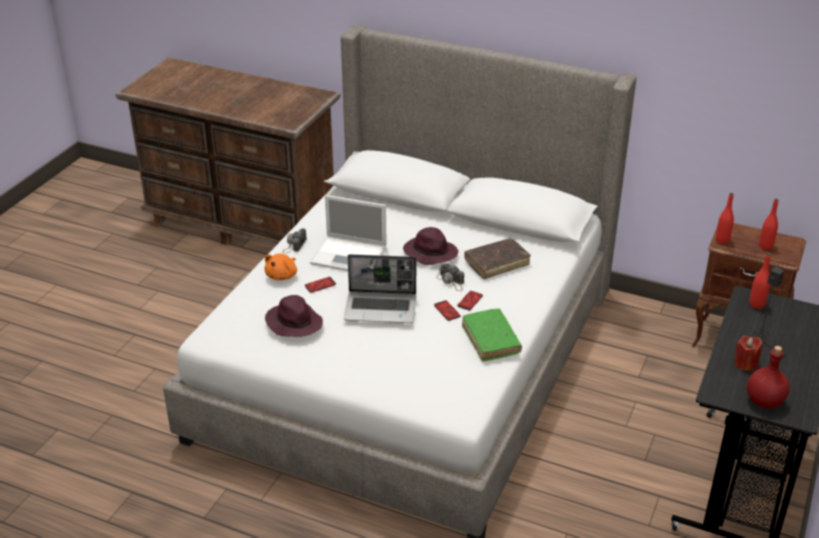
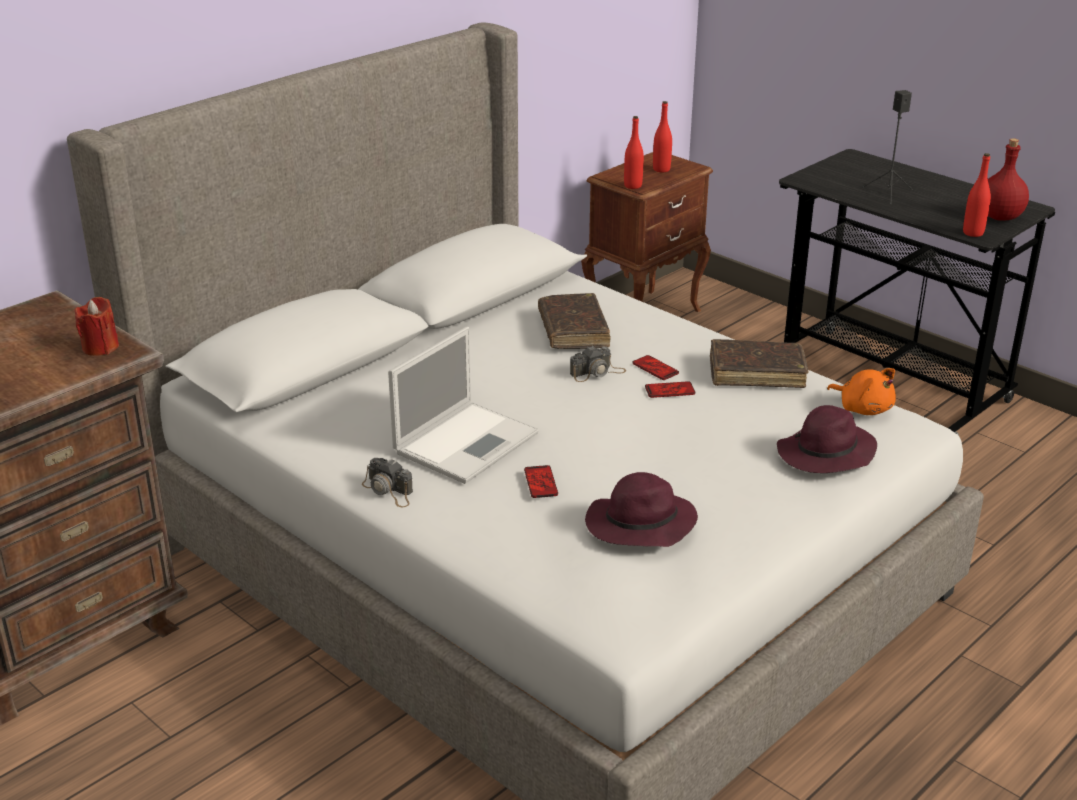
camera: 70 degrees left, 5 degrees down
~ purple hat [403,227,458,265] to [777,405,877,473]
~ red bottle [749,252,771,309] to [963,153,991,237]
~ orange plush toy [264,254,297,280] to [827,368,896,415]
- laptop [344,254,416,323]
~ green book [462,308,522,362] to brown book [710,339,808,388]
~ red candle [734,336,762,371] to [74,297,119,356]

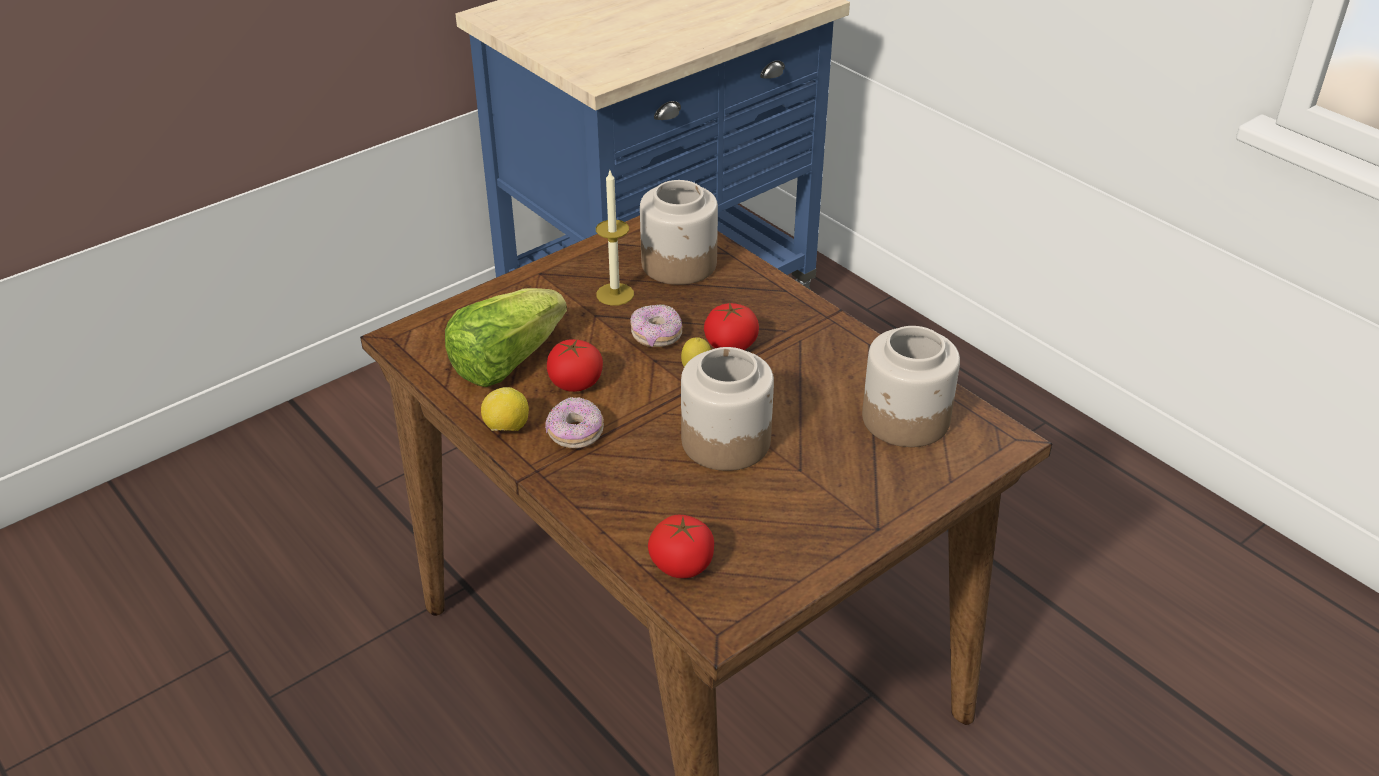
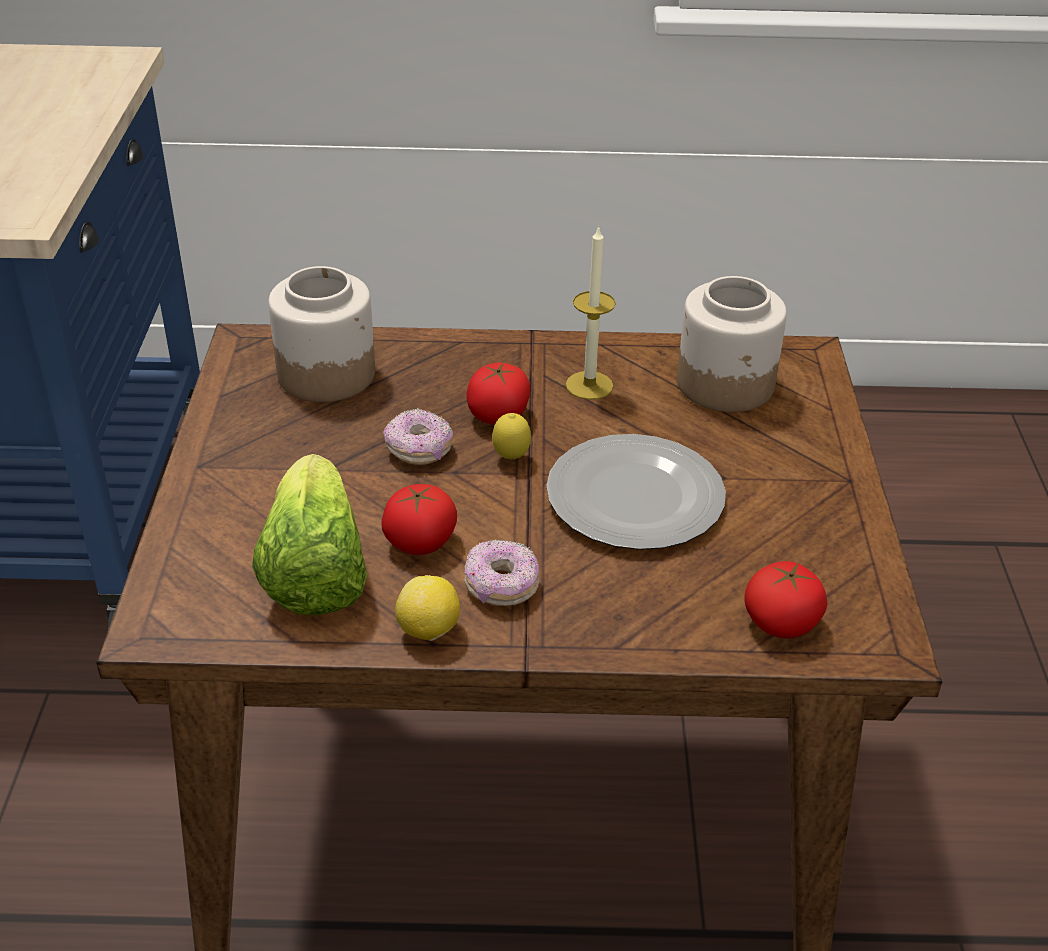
camera: 50 degrees left, 0 degrees up
~ candle [596,171,634,306] to [566,225,616,400]
~ jar [681,347,774,471] to plate [546,434,726,550]

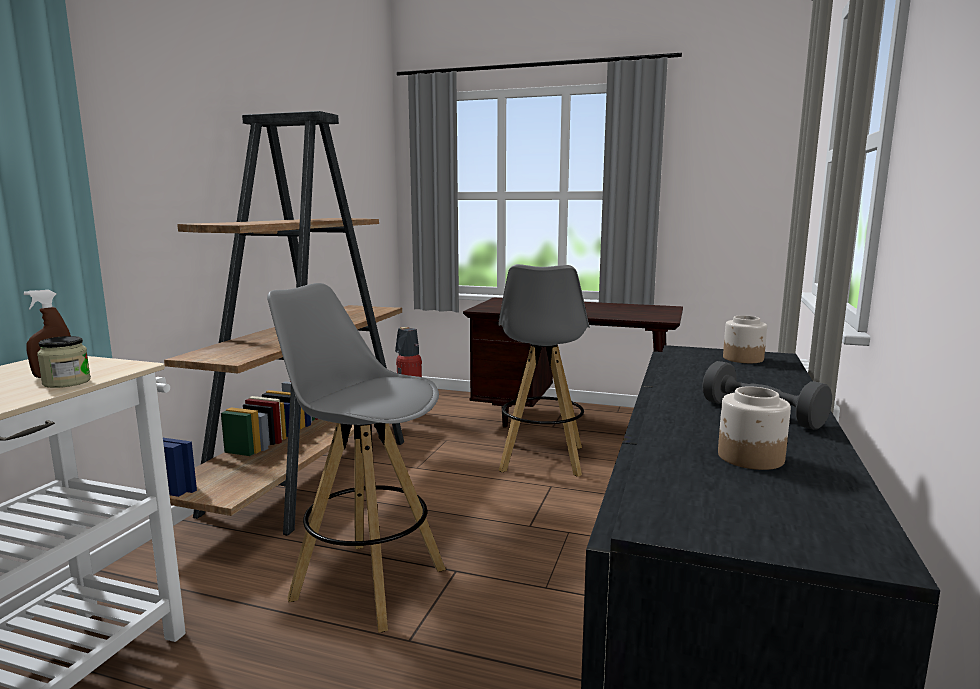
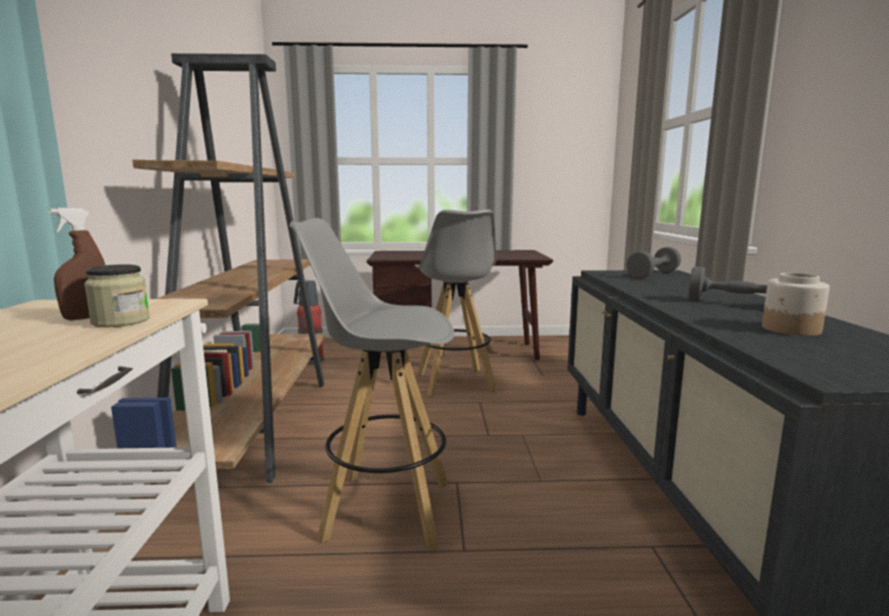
camera: 20 degrees left, 0 degrees up
~ jar [723,315,767,363] to grey dumbbell [626,247,681,278]

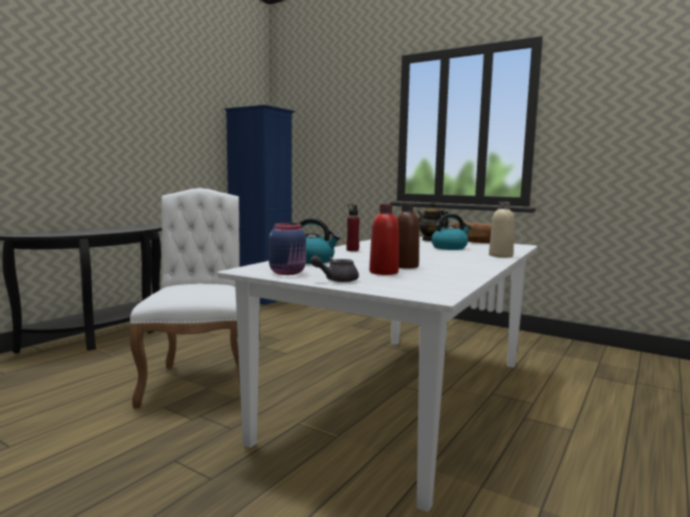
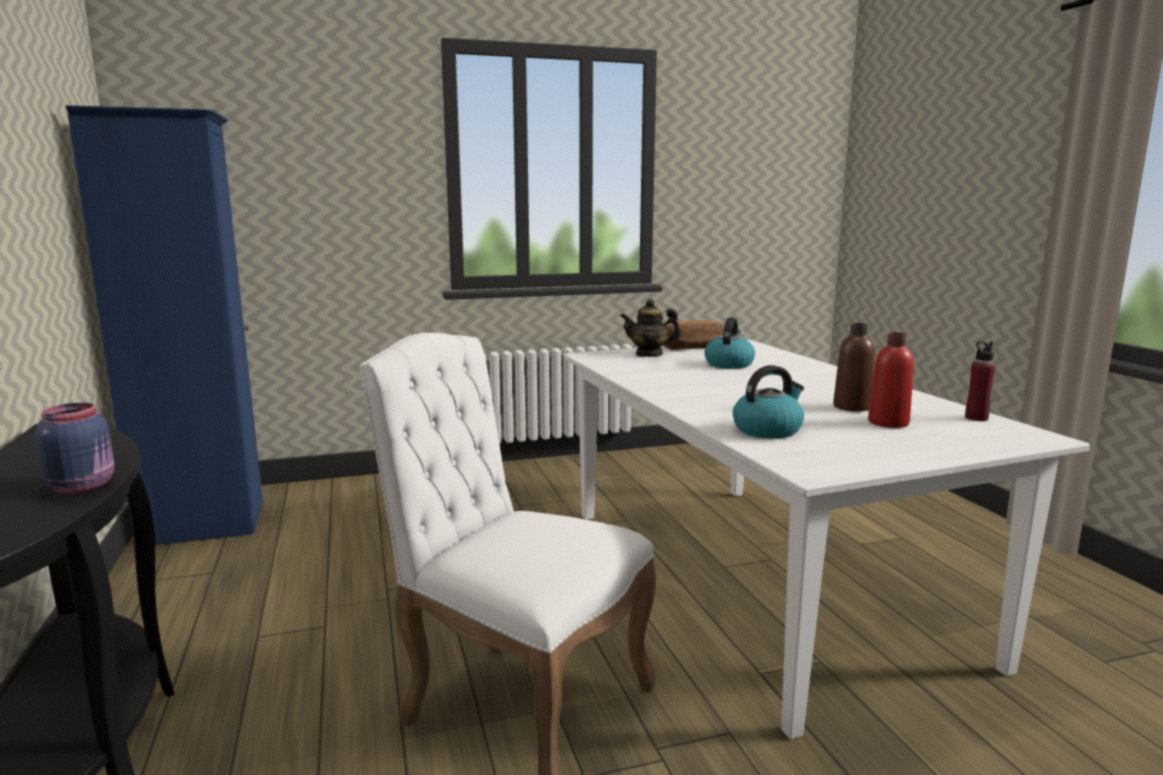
camera: 50 degrees left, 5 degrees up
- beige bottle [489,202,514,258]
~ red bottle [347,204,360,251] to [965,341,995,421]
~ blue jar [269,223,306,275] to [35,403,114,494]
- grey teapot [310,255,359,282]

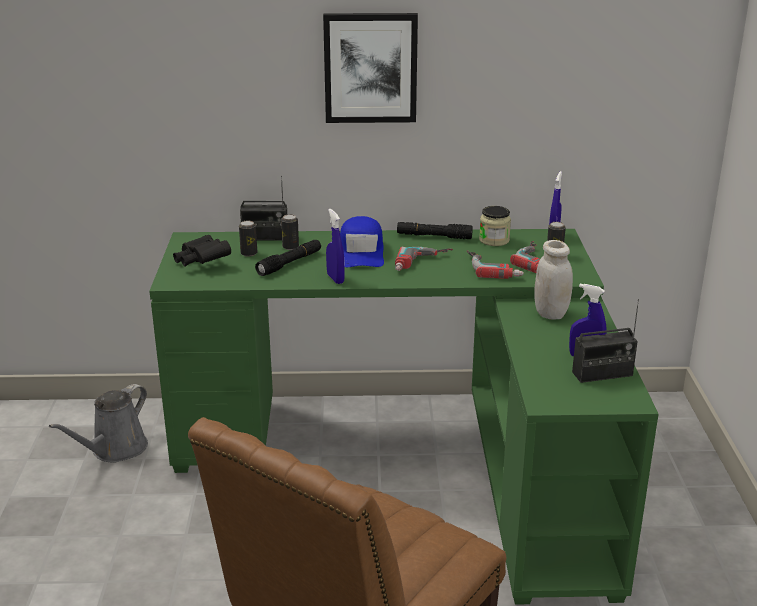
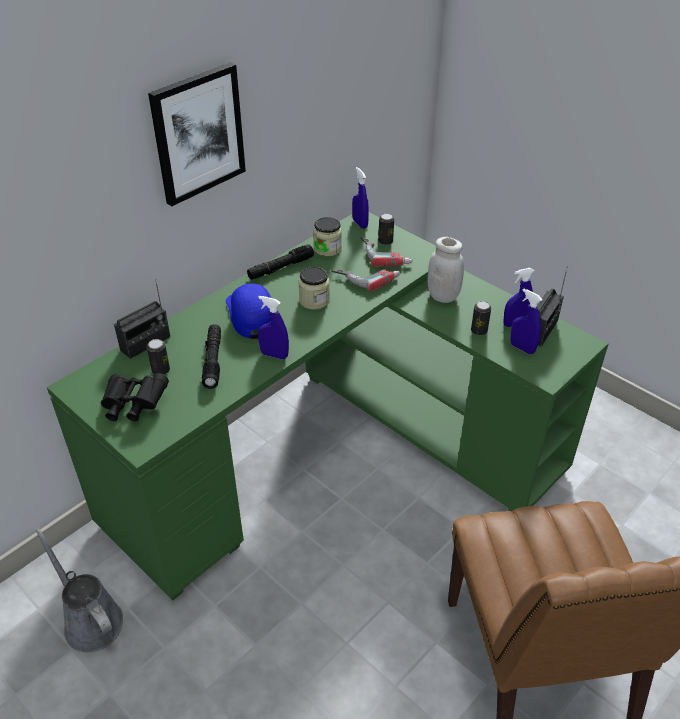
camera: 45 degrees left, 15 degrees up
~ can [281,214,299,250] to [471,301,491,335]
~ blue cap [340,216,384,267] = [226,284,271,339] 150 degrees counterclockwise
~ power drill [395,247,453,271] to jar [298,267,330,310]
~ grey watering can [49,384,148,463] = [36,528,123,652] 150 degrees clockwise
+ blue spray bottle [510,289,543,354]

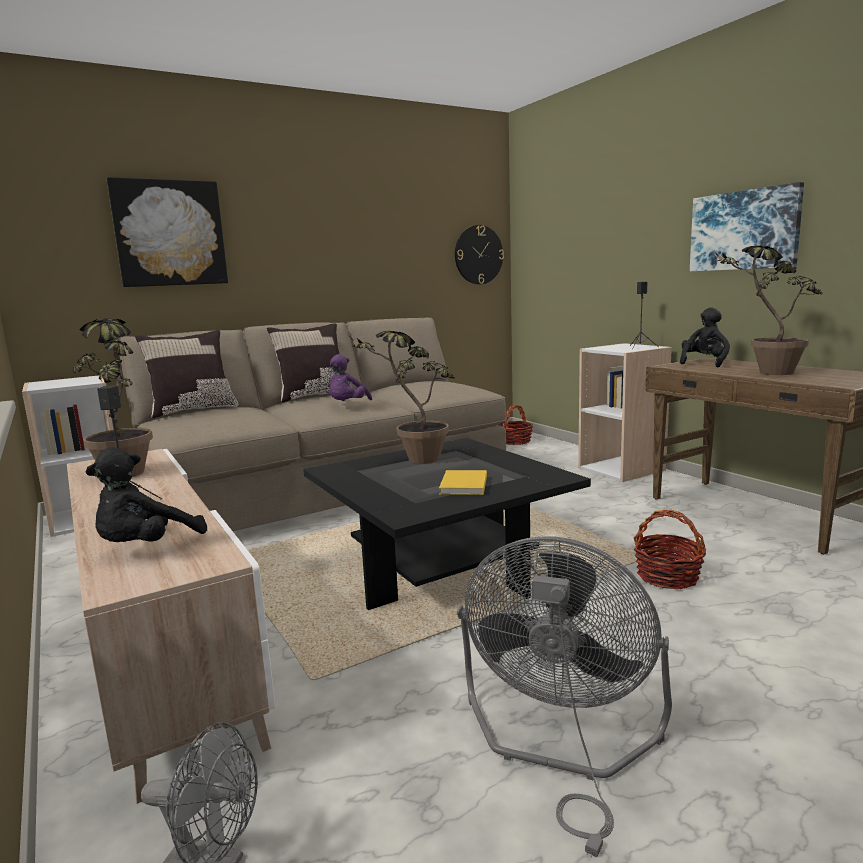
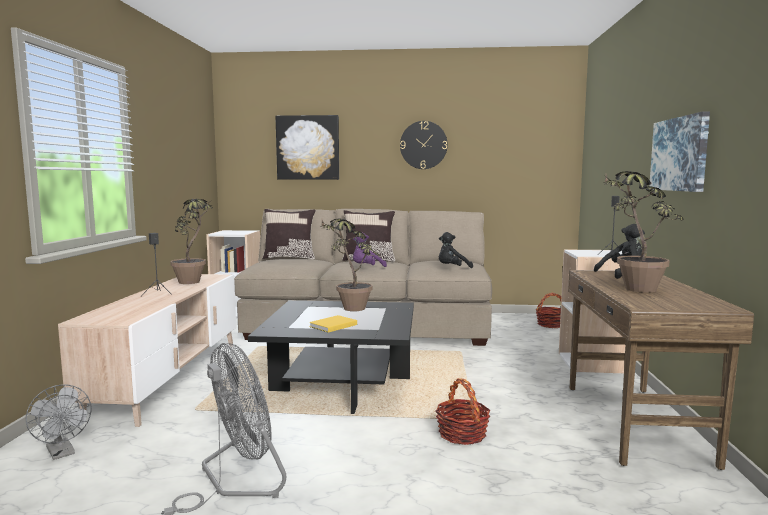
camera: 35 degrees right, 5 degrees down
~ wall clock [455,225,504,284] to [400,121,448,169]
~ black plush toy [86,447,207,542] to [438,232,473,268]

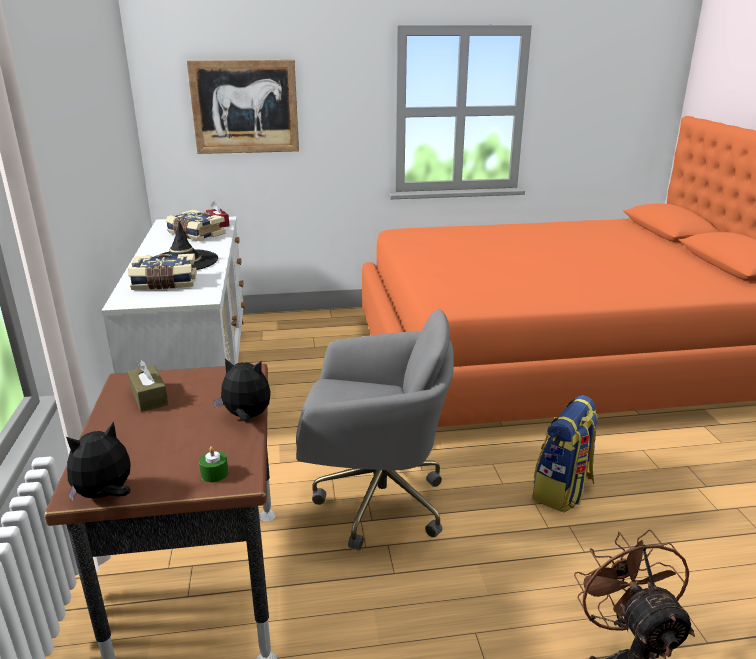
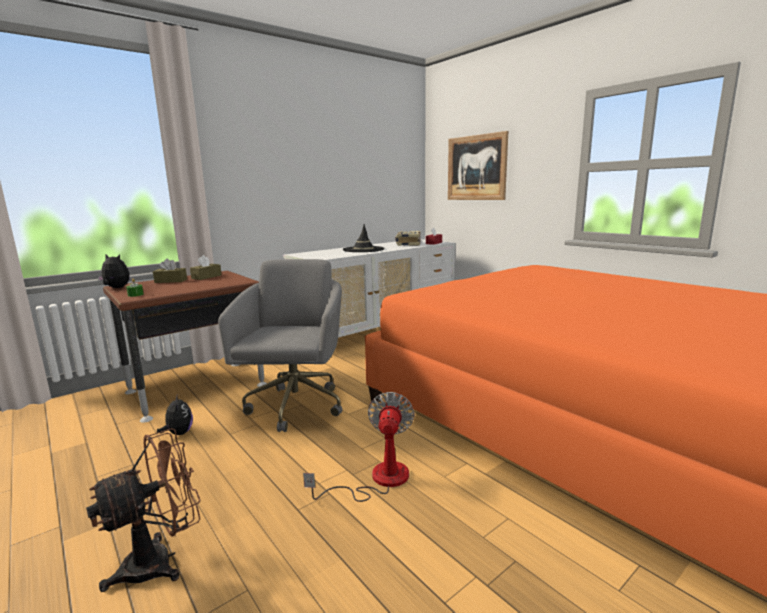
camera: 60 degrees right, 10 degrees down
- book [128,253,197,290]
~ grey office chair [296,309,454,550] = [218,259,343,432] 150 degrees counterclockwise
~ plush toy [213,358,271,422] to [157,396,193,435]
~ backpack [532,395,598,513] to fan [303,392,414,502]
+ brown tissue box [153,258,187,283]

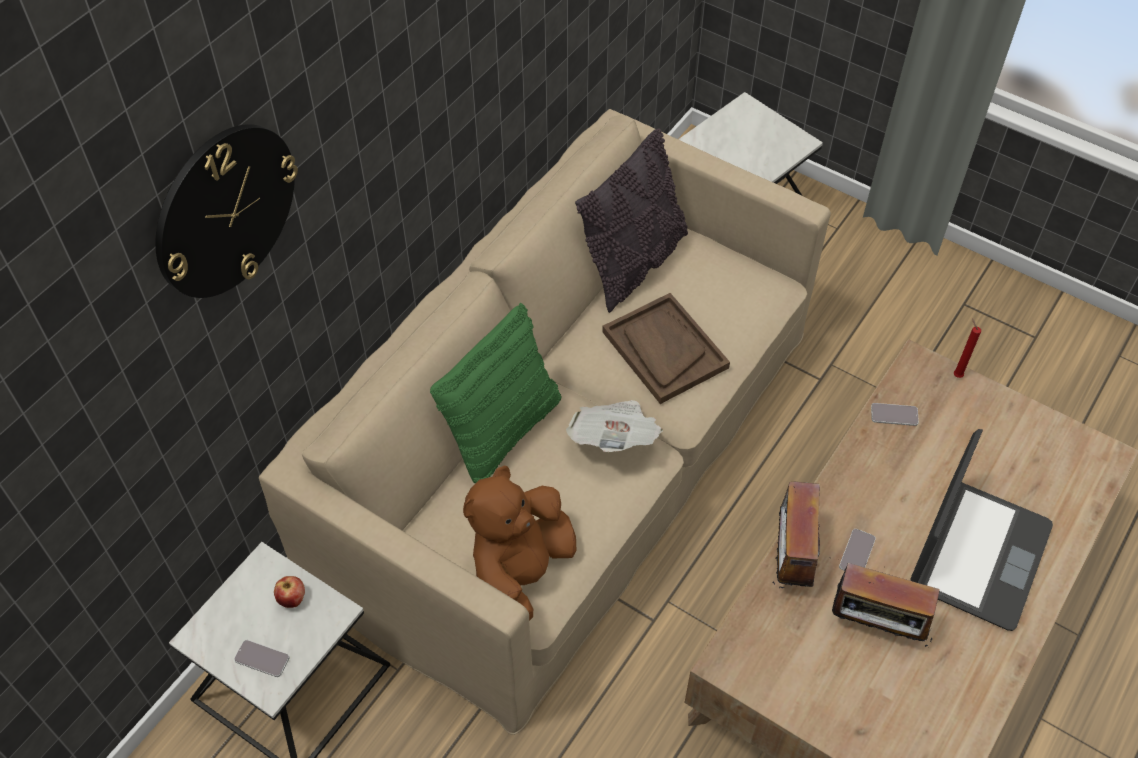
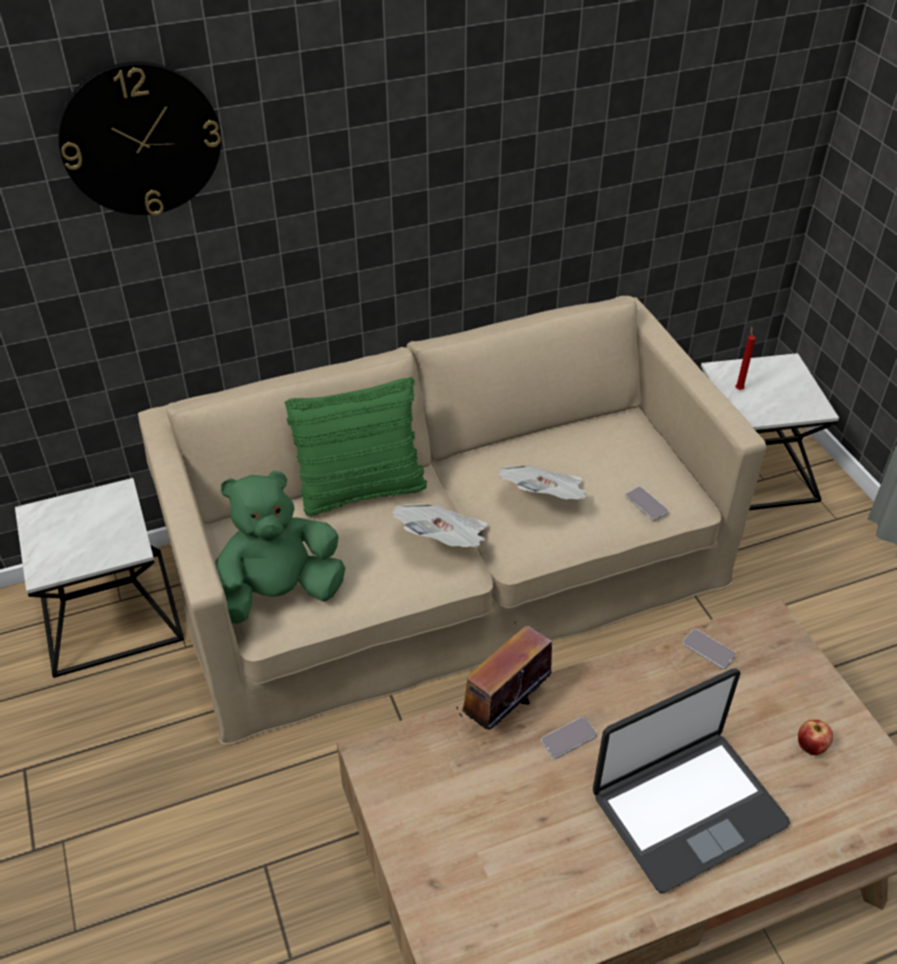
camera: 35 degrees right, 10 degrees down
- black pillow [575,128,688,313]
~ brown tray [602,293,730,404] to newspaper [498,465,587,499]
~ red candle [954,319,981,378] to [735,327,756,390]
~ brown plush toy [463,465,576,621] to green plush toy [215,470,345,624]
- radio [832,563,940,647]
~ apple [274,576,305,608] to [798,719,833,755]
~ phone [234,640,289,677] to [626,487,669,520]

